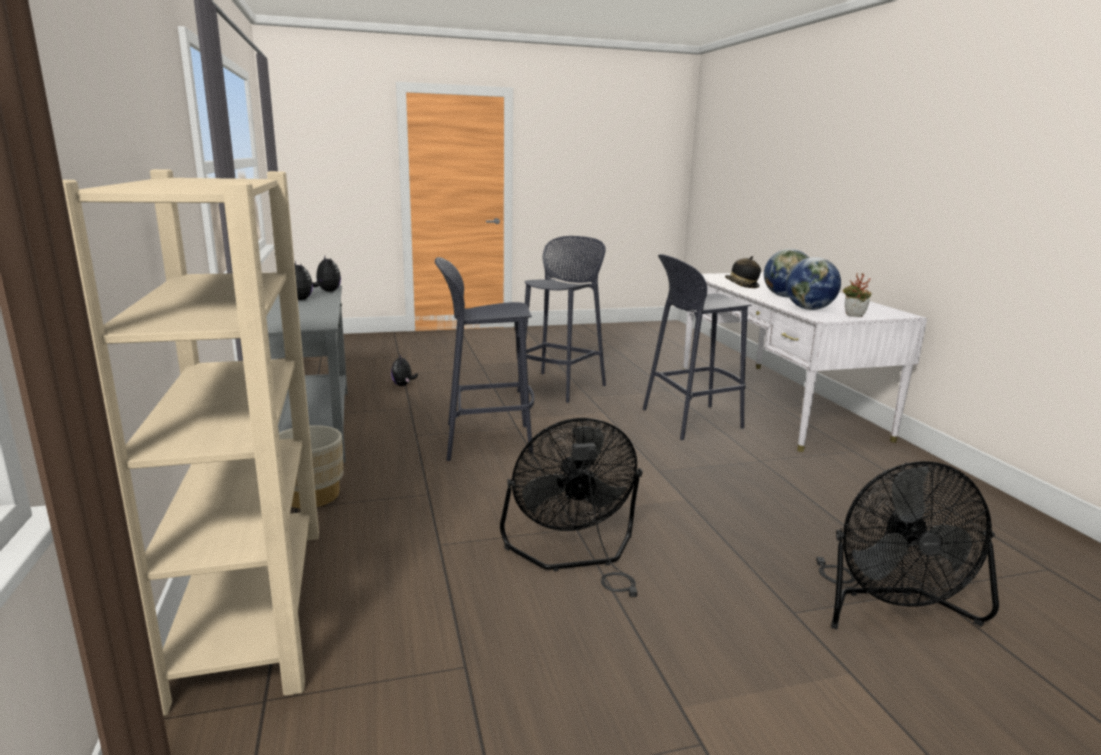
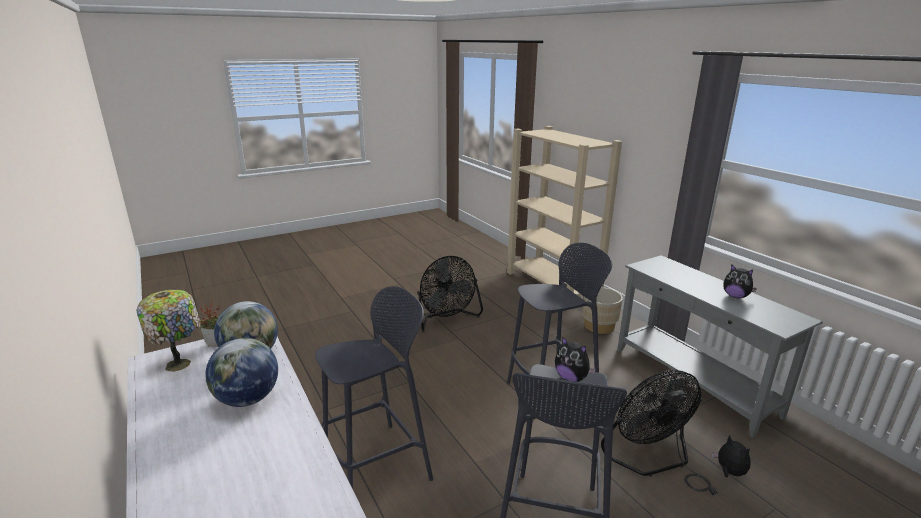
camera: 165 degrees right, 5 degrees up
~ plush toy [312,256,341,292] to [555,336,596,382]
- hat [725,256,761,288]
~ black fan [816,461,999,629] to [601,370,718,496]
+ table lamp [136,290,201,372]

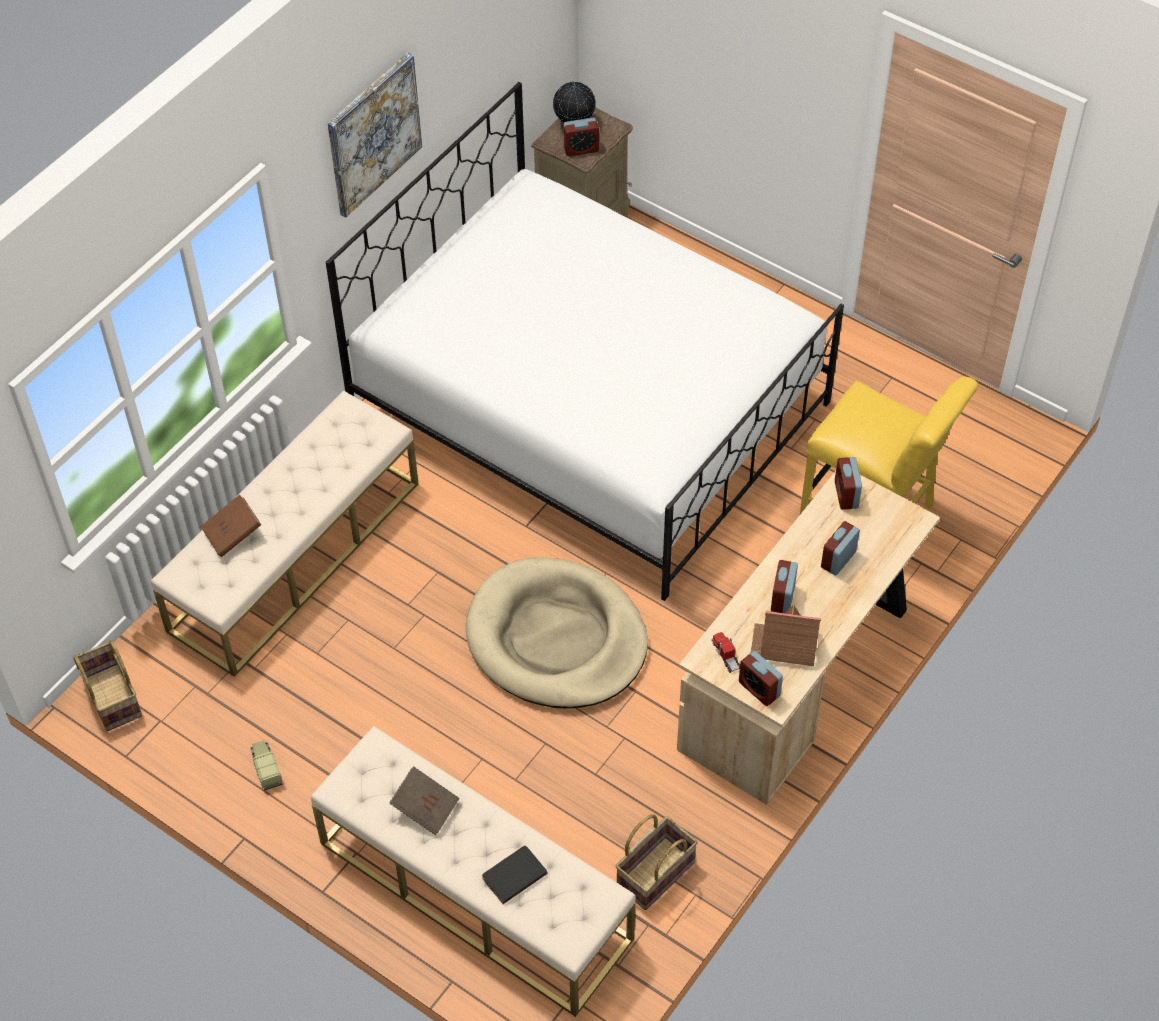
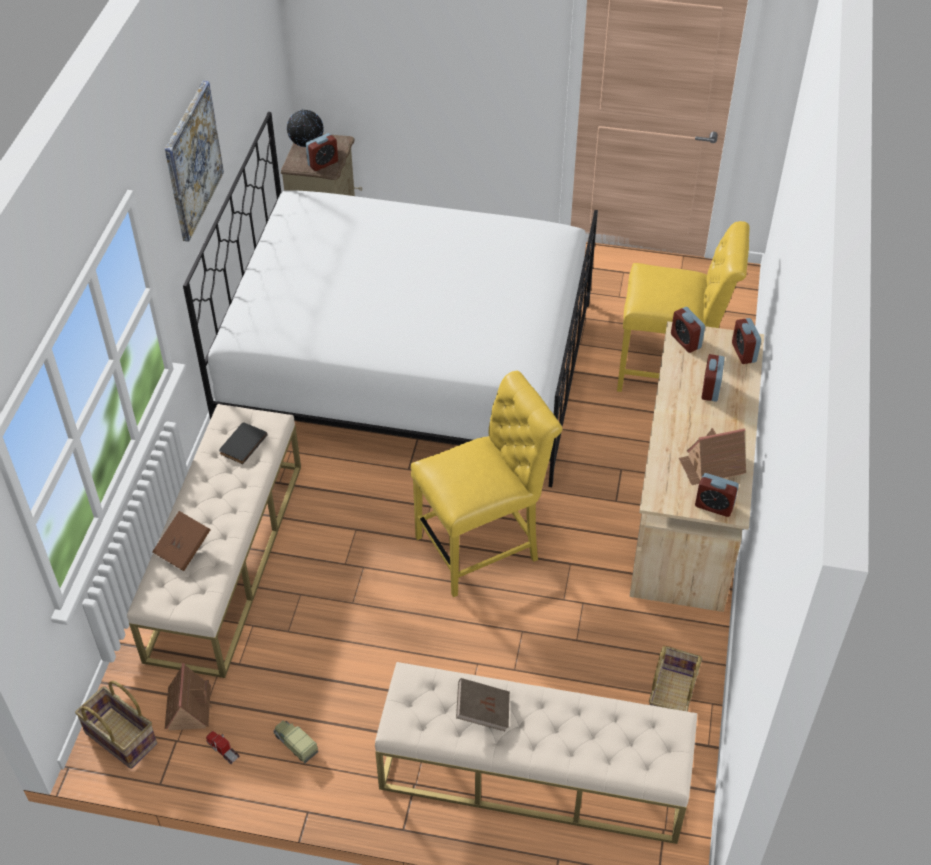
camera: 25 degrees left, 5 degrees down
~ beige dog bed [466,557,648,709] to yellow chair [411,371,562,597]
~ alarm clock [771,560,798,613] to [732,318,761,364]
~ toy truck [712,632,740,673] to [206,731,240,764]
~ black book [482,846,547,904] to [219,423,267,464]
+ toy house [165,663,212,730]

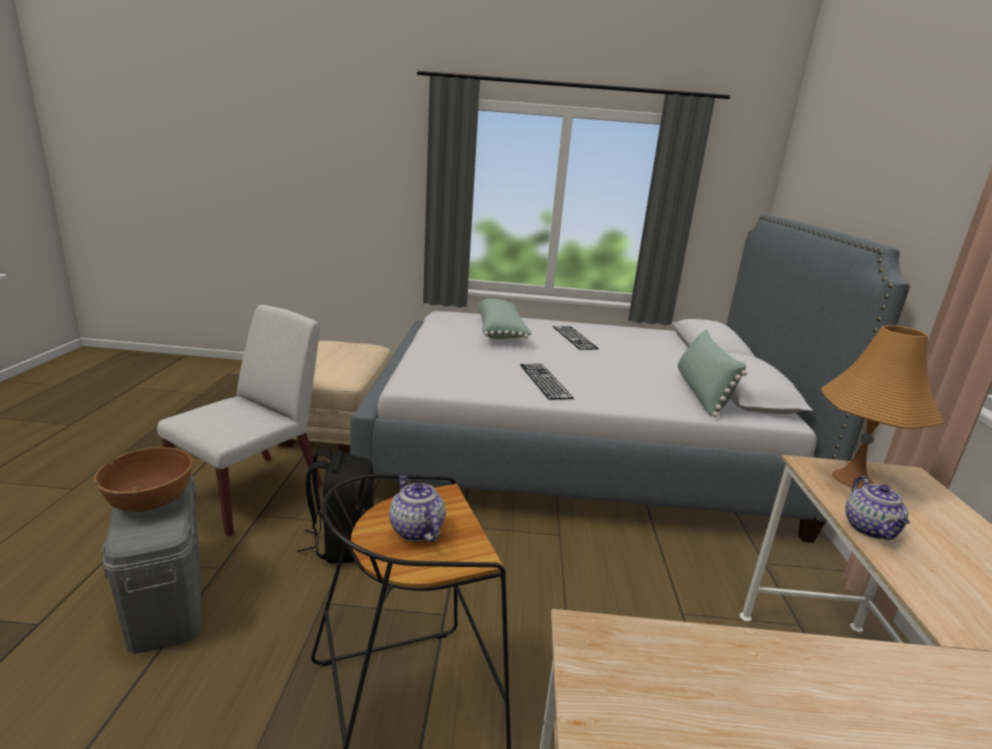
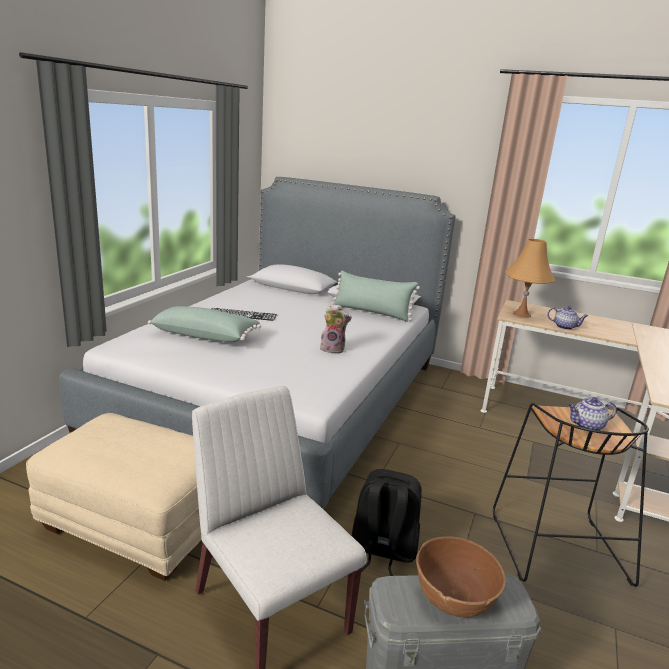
camera: 70 degrees left, 0 degrees up
~ keyboard [520,363,574,400] to plush toy [320,304,352,354]

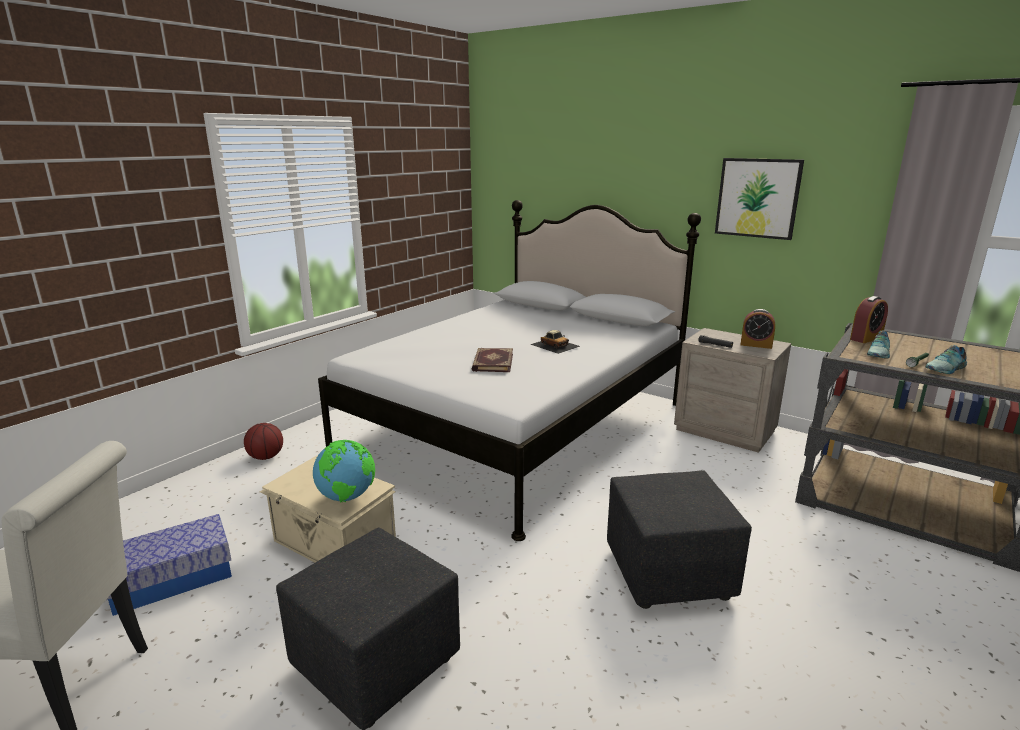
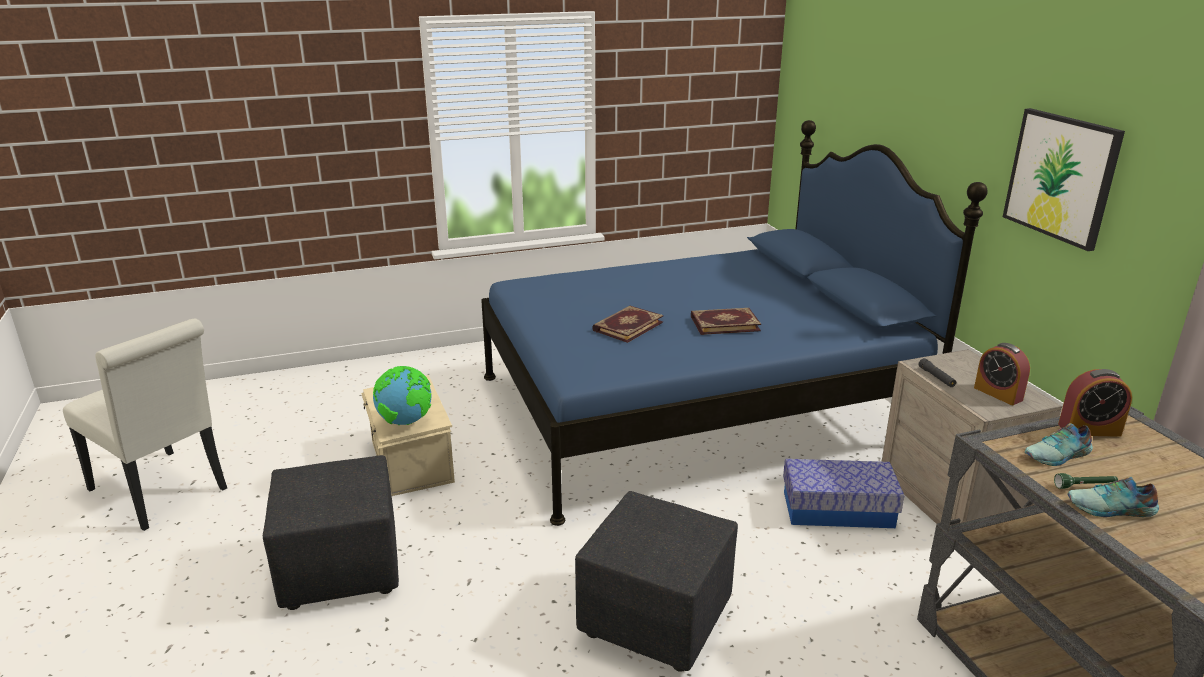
camera: 35 degrees right, 5 degrees up
~ white bed [318,200,701,541] to blue bed [481,120,988,526]
~ toy car [530,330,580,354] to book [691,308,761,335]
- basketball [244,423,283,460]
~ storage box [106,514,232,616] to [783,459,904,528]

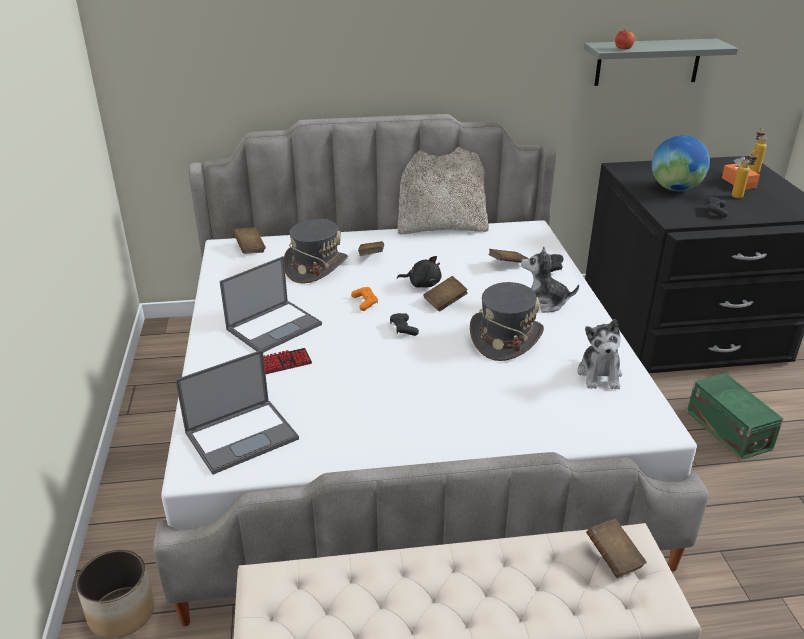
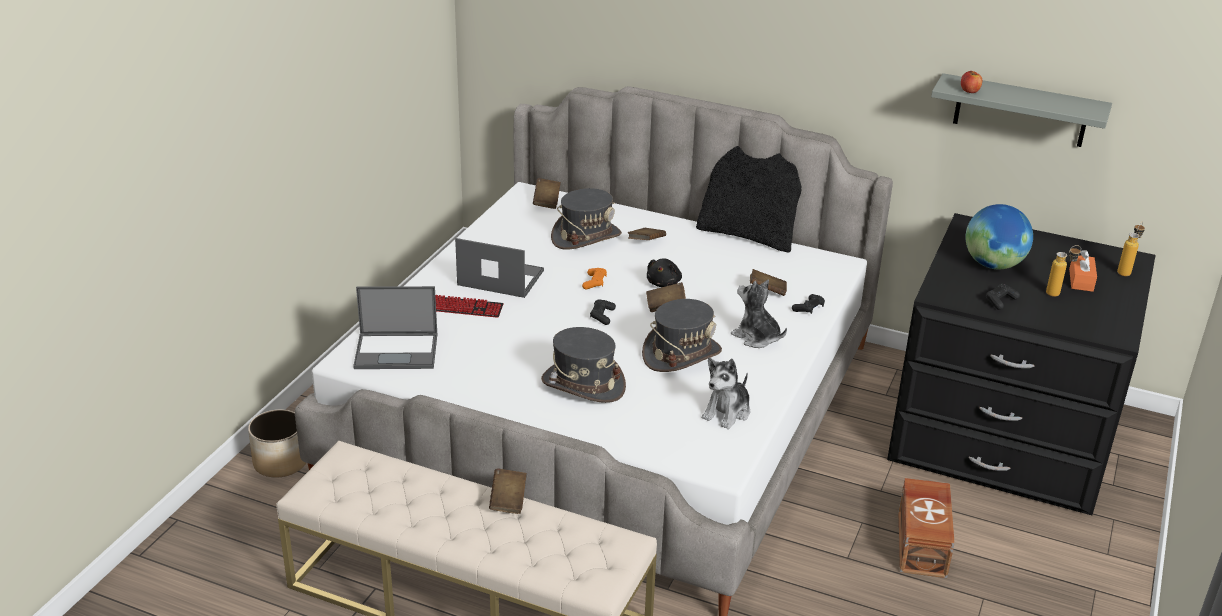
camera: 30 degrees right, 0 degrees up
~ beige pillow [397,147,489,234] to black pillow [696,146,802,253]
~ laptop [220,256,322,353] = [455,238,544,298] 150 degrees counterclockwise
~ black plush toy [397,256,442,288] = [647,258,682,287] 60 degrees clockwise
~ green storage box [687,373,783,460] to brown storage box [898,478,955,578]
~ brown book [586,519,647,578] to [489,468,527,514]
+ grey hat [541,327,626,403]

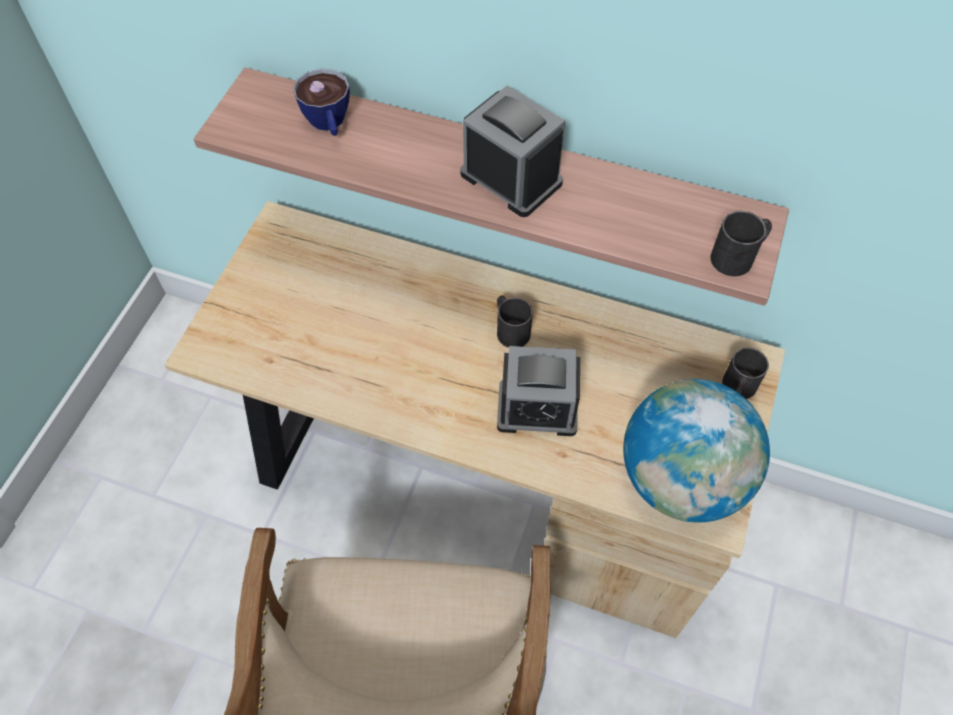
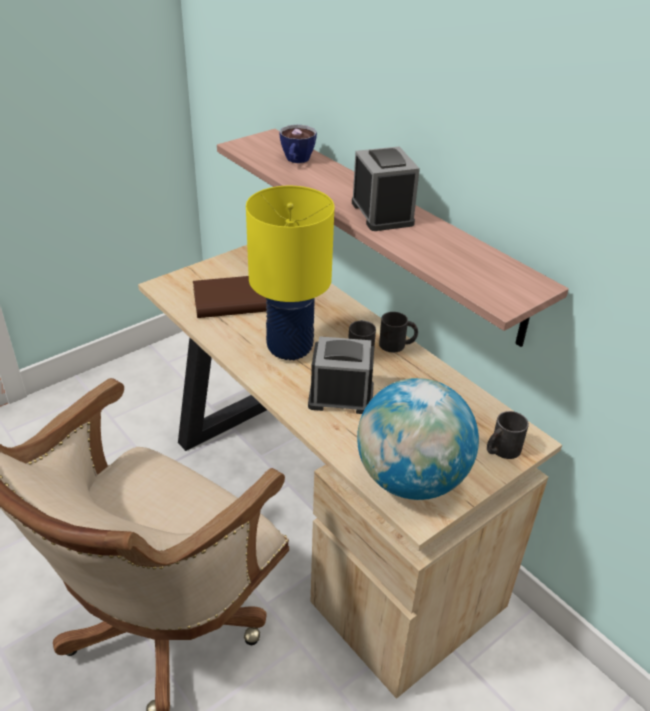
camera: 30 degrees right, 20 degrees down
~ black mug [711,211,772,276] to [379,312,418,353]
~ alarm clock [497,346,580,436] = [308,336,374,414] 150 degrees clockwise
+ yellow table lamp [246,186,334,360]
+ brown book [193,276,267,318]

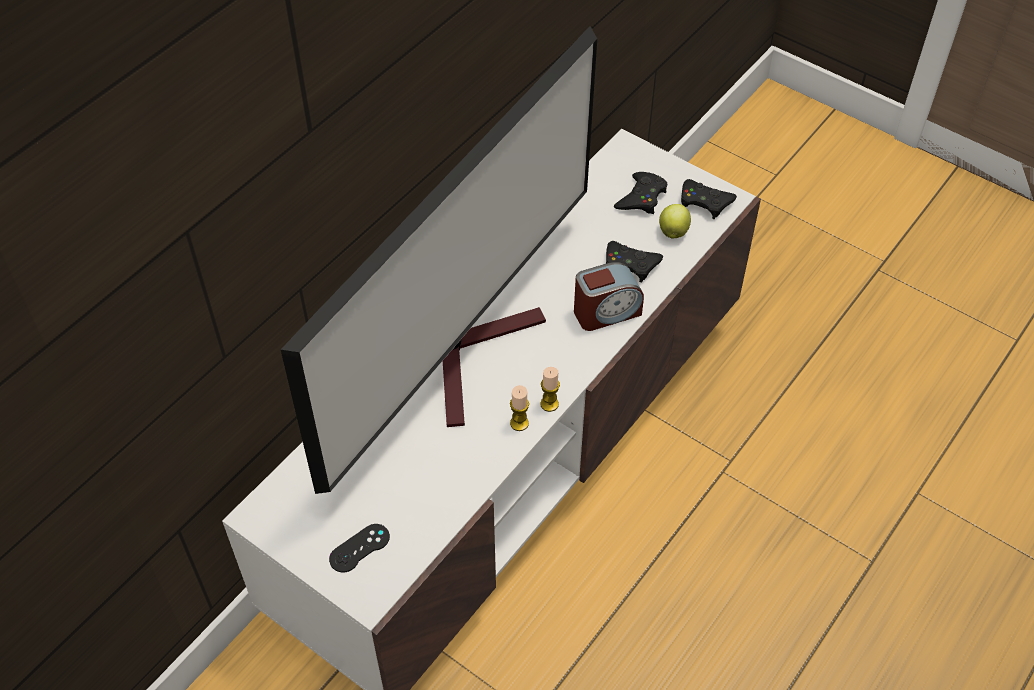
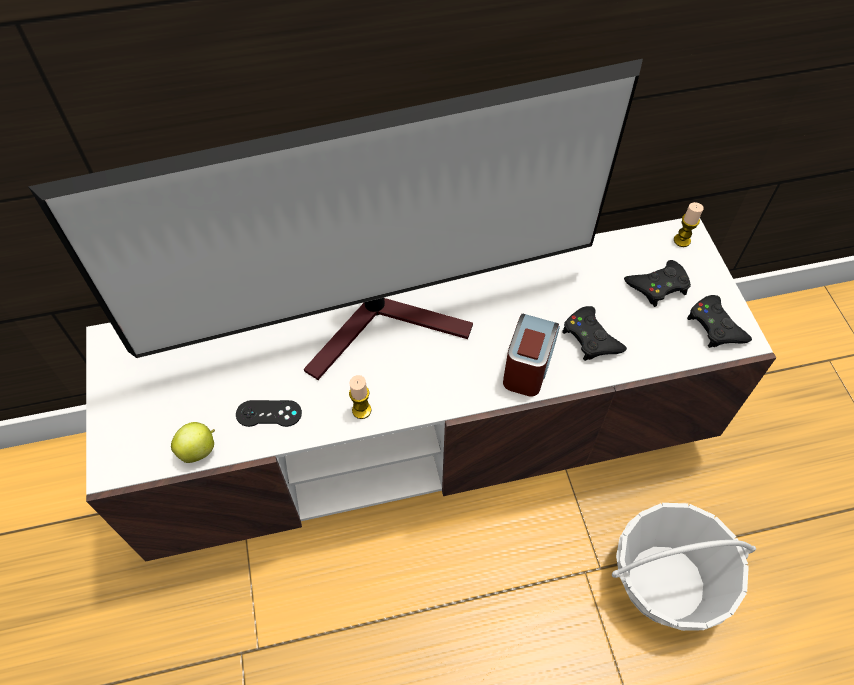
camera: 40 degrees right, 5 degrees up
~ apple [659,204,691,238] to [171,422,215,463]
~ alarm clock [574,262,644,331] = [503,314,560,397] 90 degrees counterclockwise
~ candle [540,367,560,412] to [674,202,704,247]
~ black game controller [329,524,390,572] to [236,400,302,427]
+ basket [612,503,756,631]

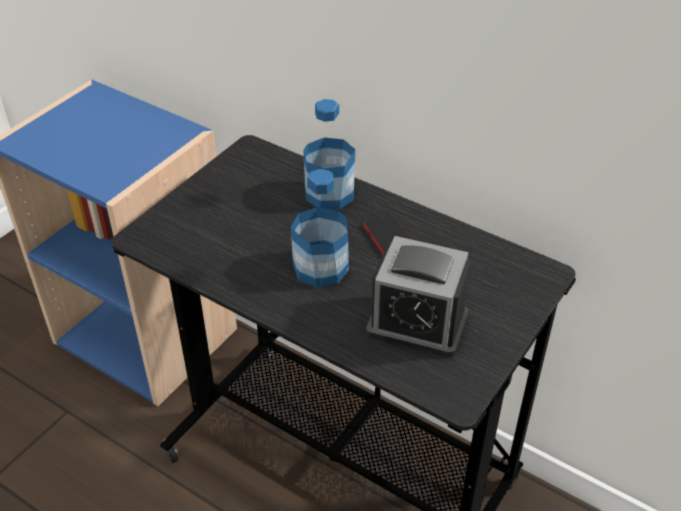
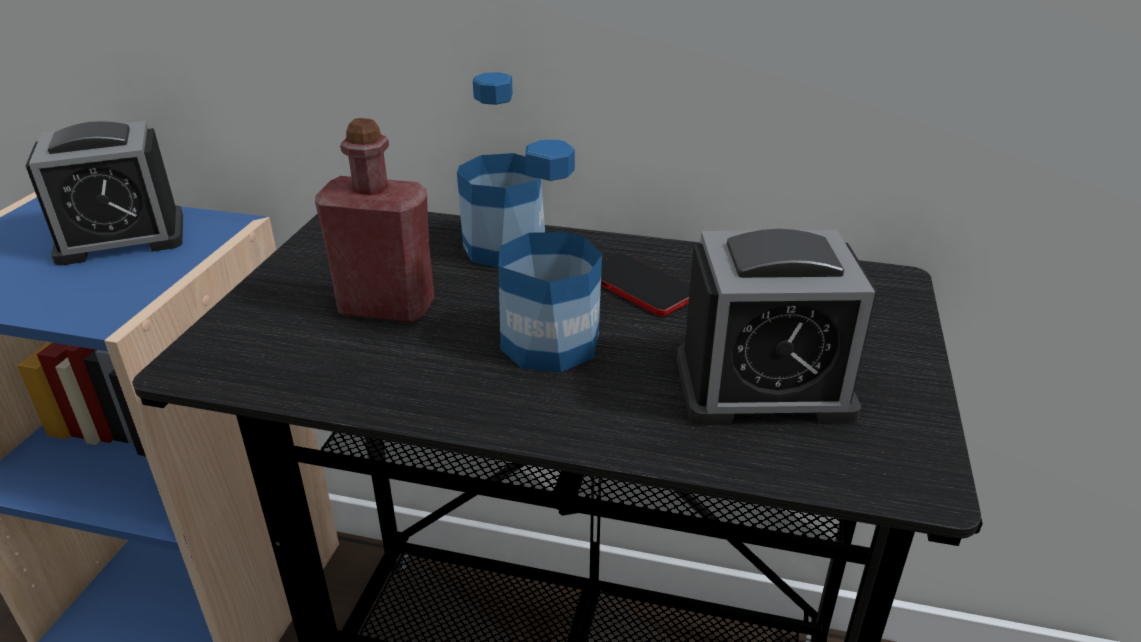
camera: 20 degrees left, 10 degrees down
+ red bottle [315,118,435,323]
+ alarm clock [26,121,183,266]

